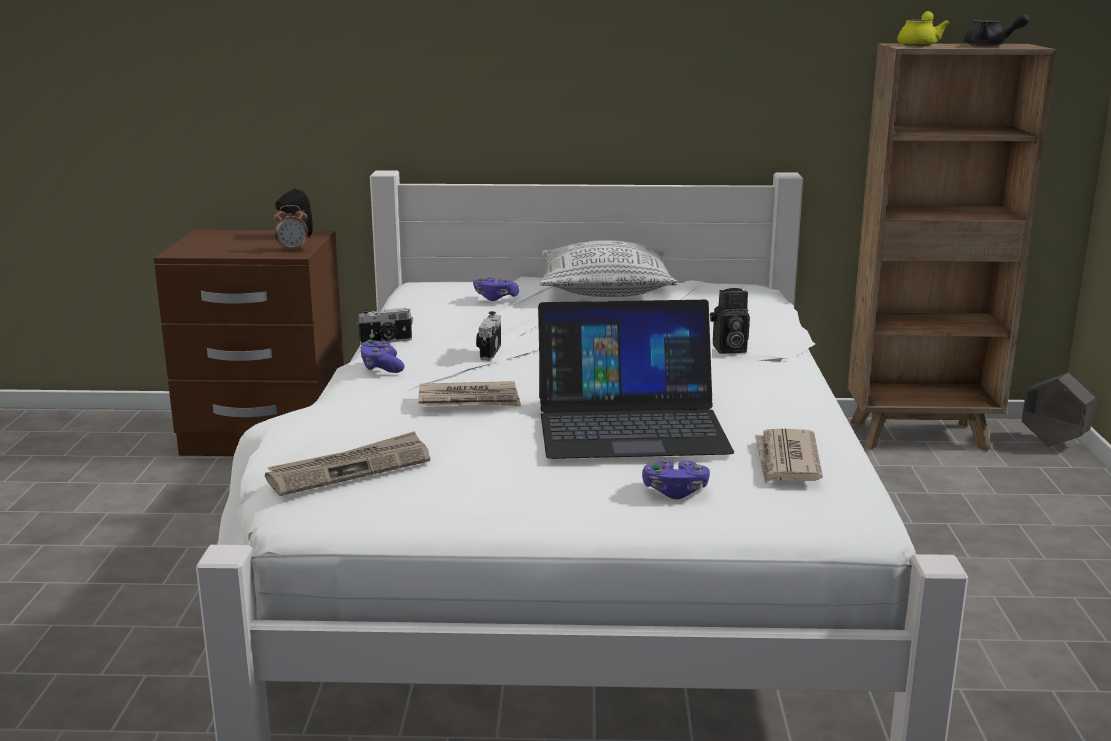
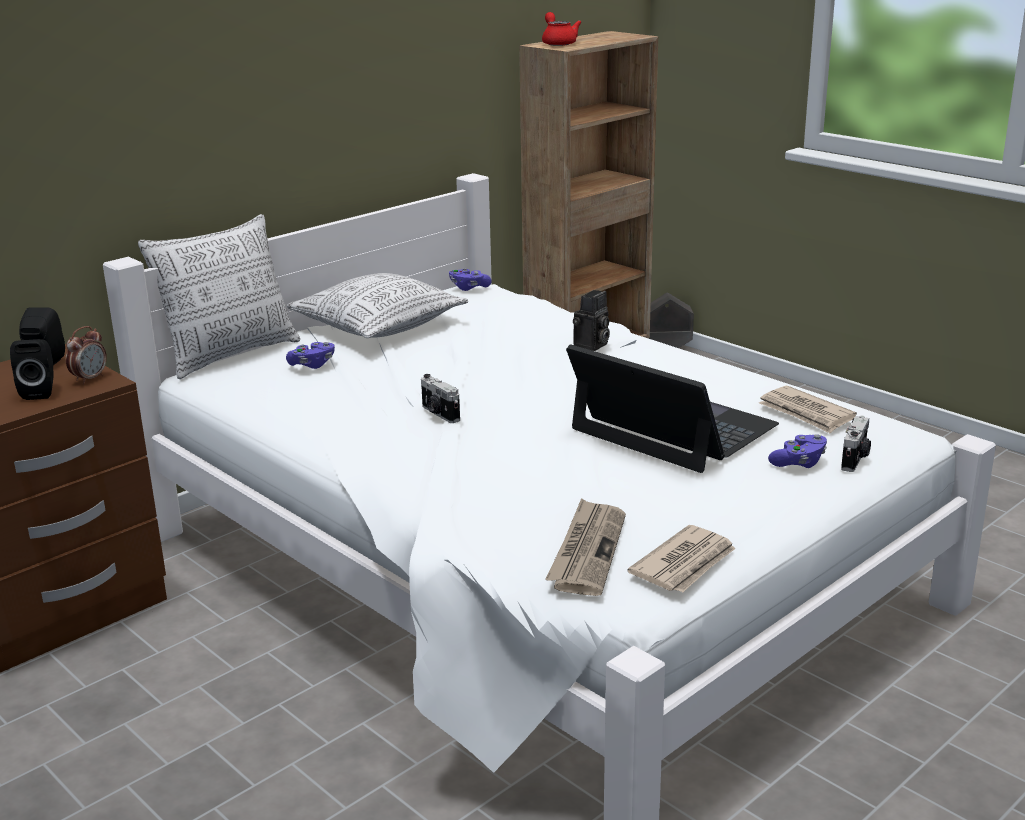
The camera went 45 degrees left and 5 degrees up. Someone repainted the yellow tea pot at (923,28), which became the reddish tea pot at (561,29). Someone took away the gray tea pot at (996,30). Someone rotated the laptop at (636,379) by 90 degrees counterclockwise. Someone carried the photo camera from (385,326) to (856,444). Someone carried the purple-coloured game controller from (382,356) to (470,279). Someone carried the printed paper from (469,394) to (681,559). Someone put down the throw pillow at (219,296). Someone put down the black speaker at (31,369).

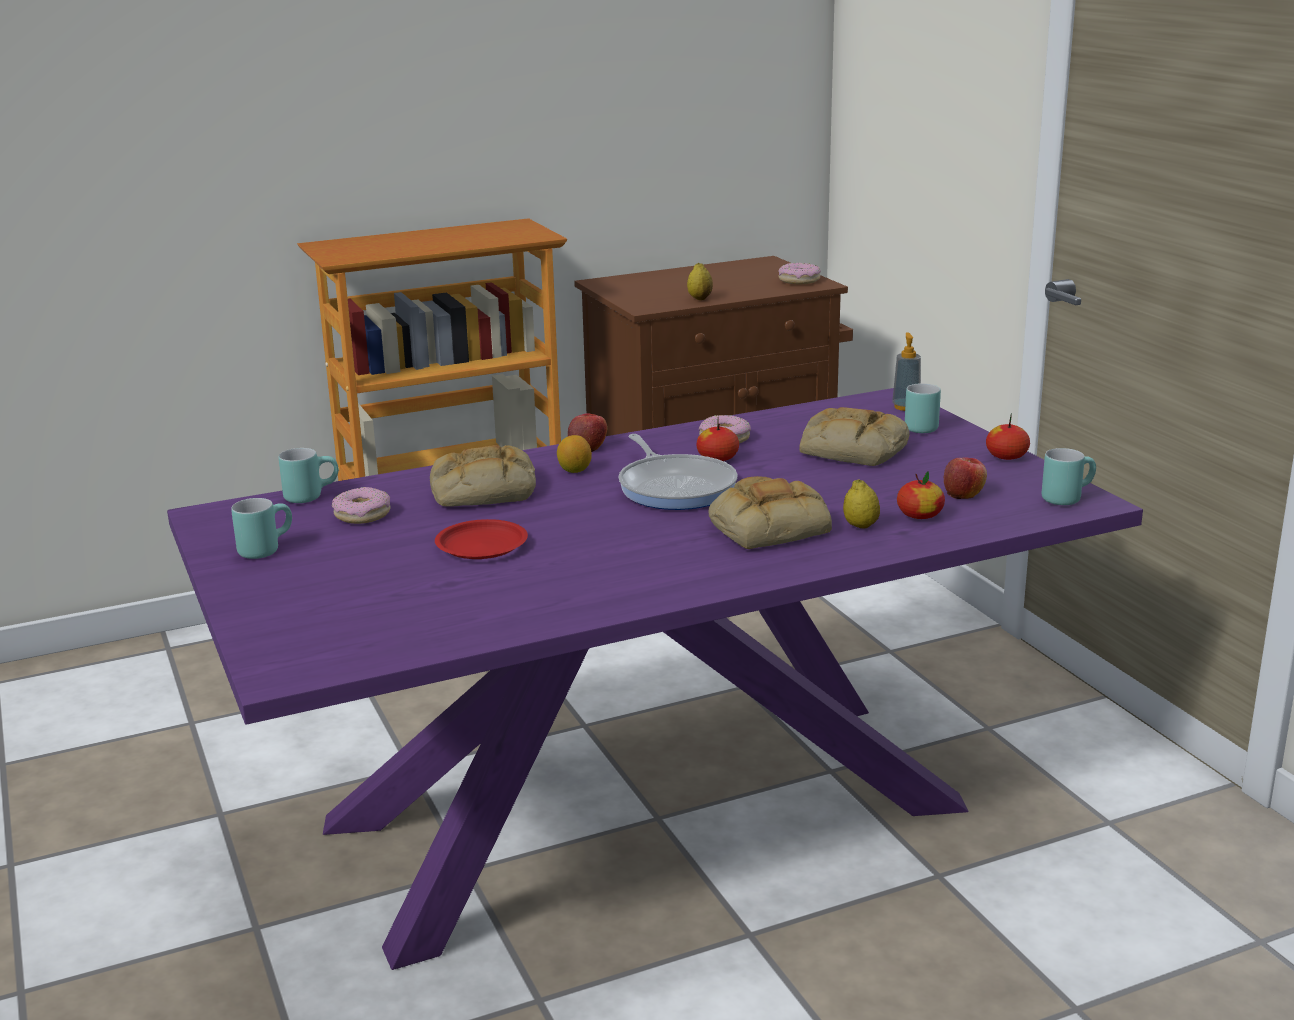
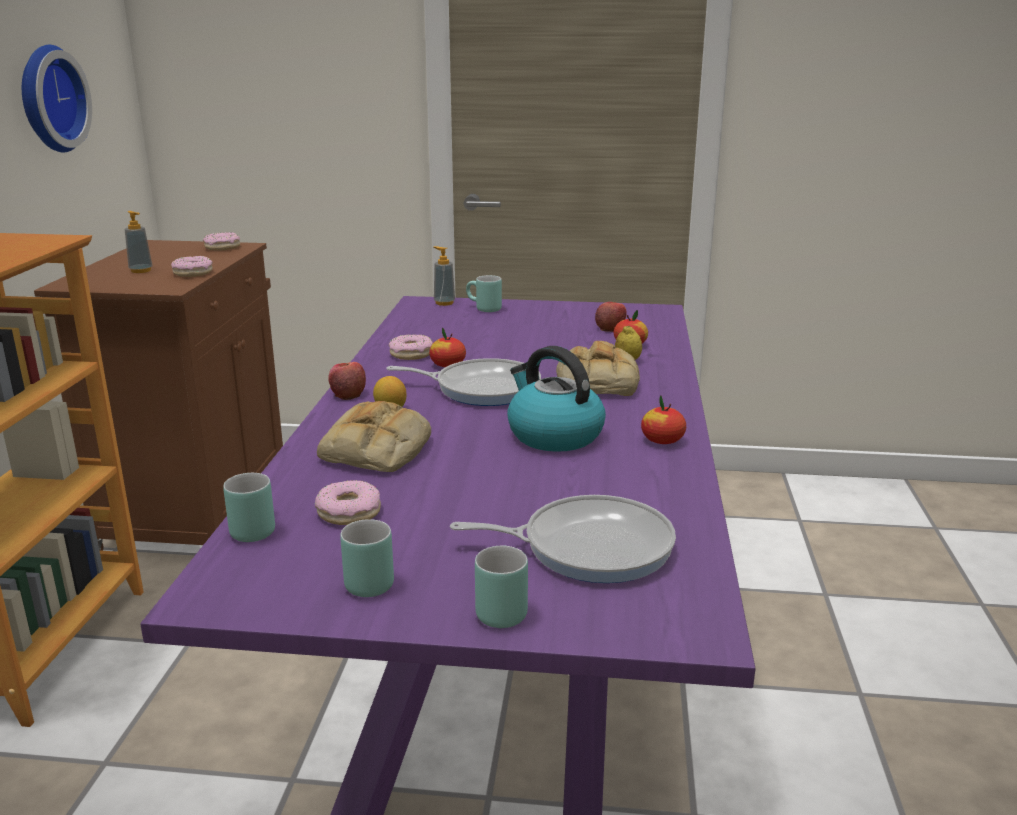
The camera went 60 degrees left and 0 degrees up. Someone swapped the lemon at (700,281) for the donut at (192,266). Someone took away the bakery bread at (854,436). Someone carried the apple from (1008,436) to (663,419). Someone carried the blue-green mug from (1069,476) to (501,586). Someone took away the reddish plate at (481,539). Someone put up the hanging clock at (57,99). Someone put down the liquid soap bottle at (138,242). Someone put down the water kettle at (556,399). Someone put down the skillet at (563,539).

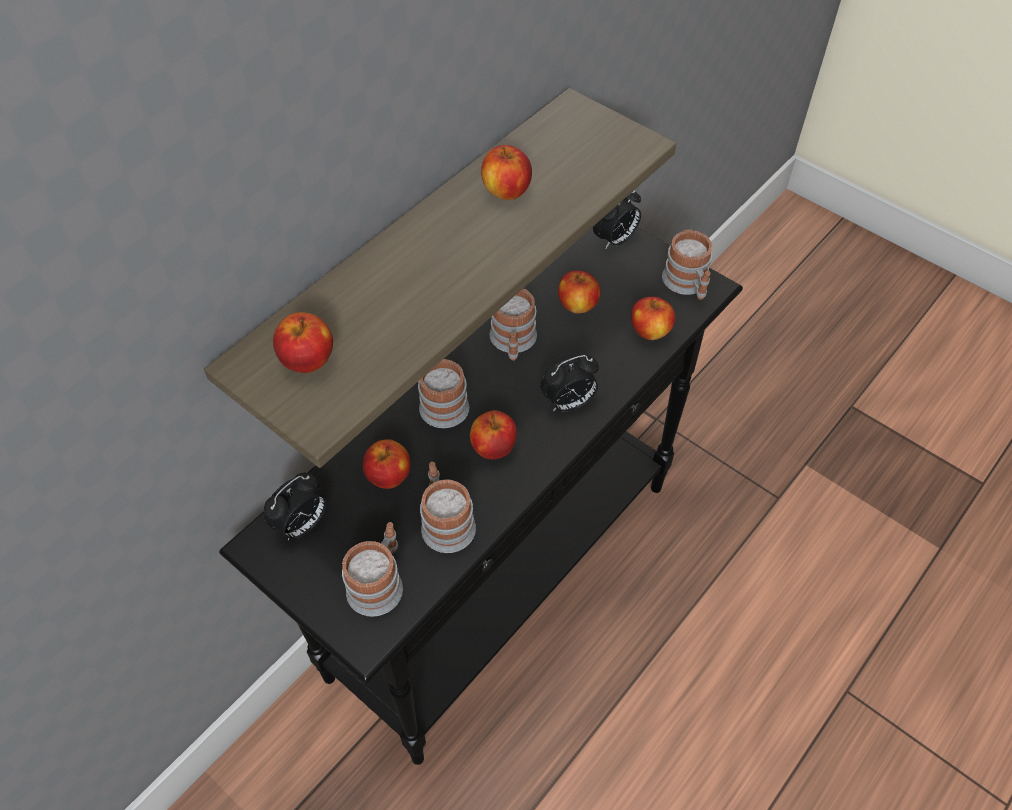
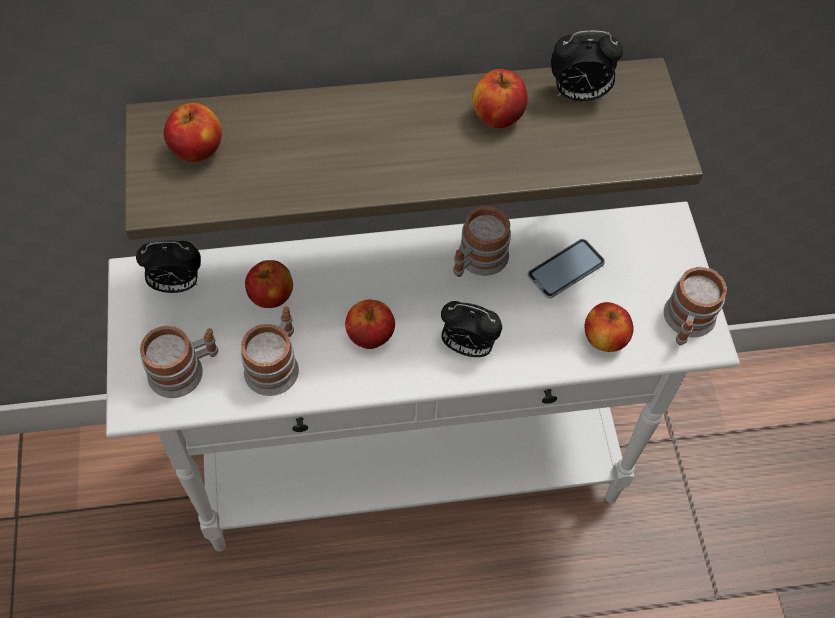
The camera went 40 degrees right and 5 degrees up. Someone carried the table clock from (617,219) to (587,66). Someone repainted the black hall table at (481,496), which became the white-coloured hall table at (423,377). Someone swapped the apple at (579,292) for the phone at (566,269). Someone took away the mug at (443,393).

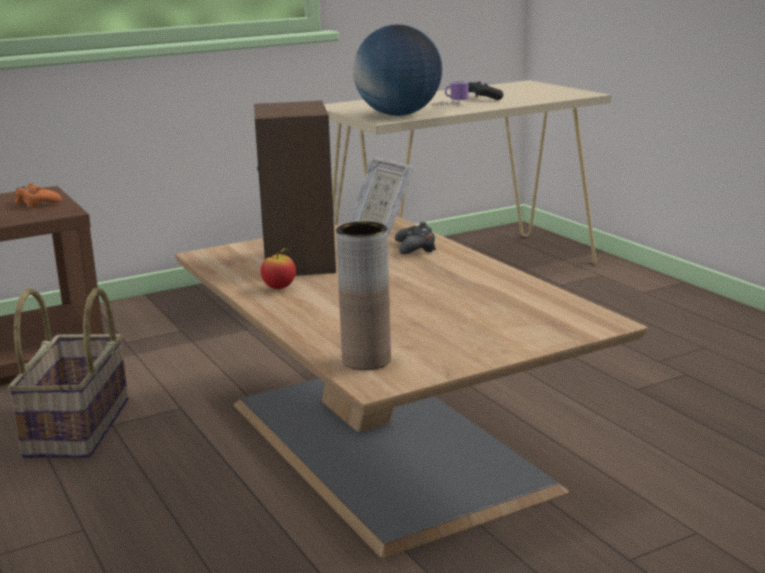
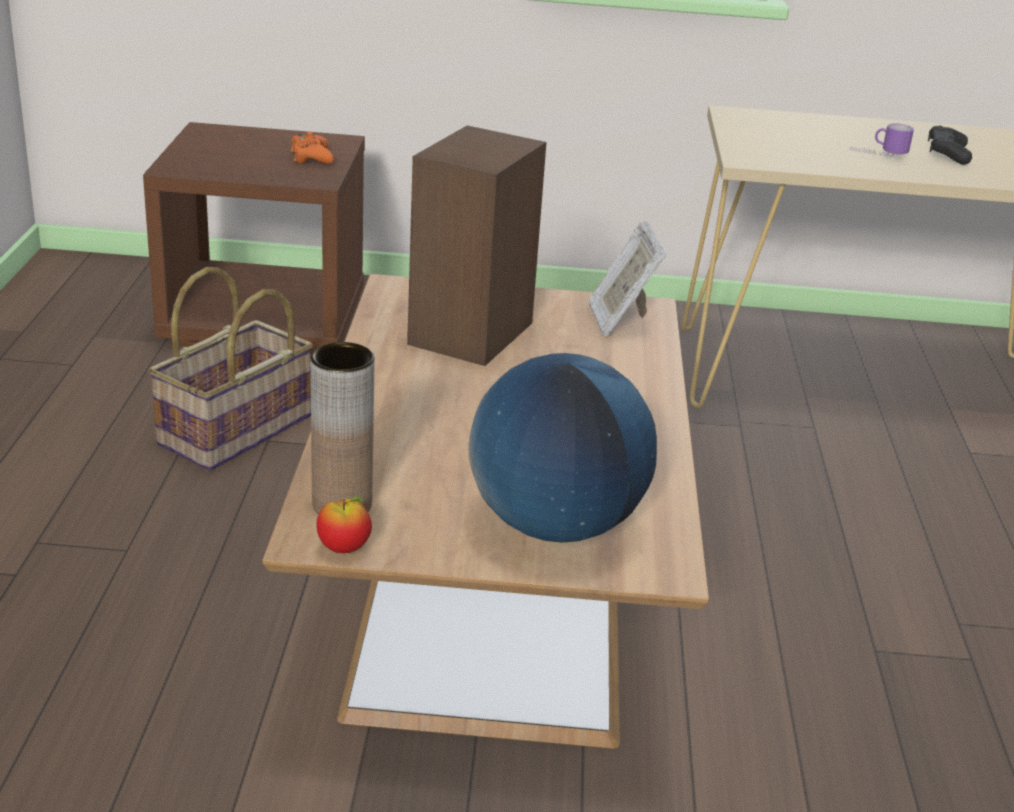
The camera went 30 degrees right and 10 degrees up. Someone carried the desk globe from (397,70) to (562,448). Someone took away the black game controller at (415,238). Someone carried the apple from (278,268) to (344,524).

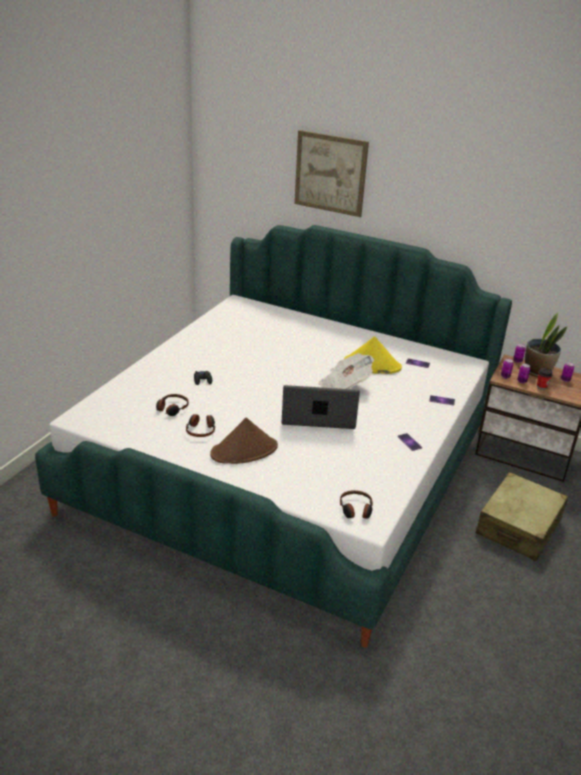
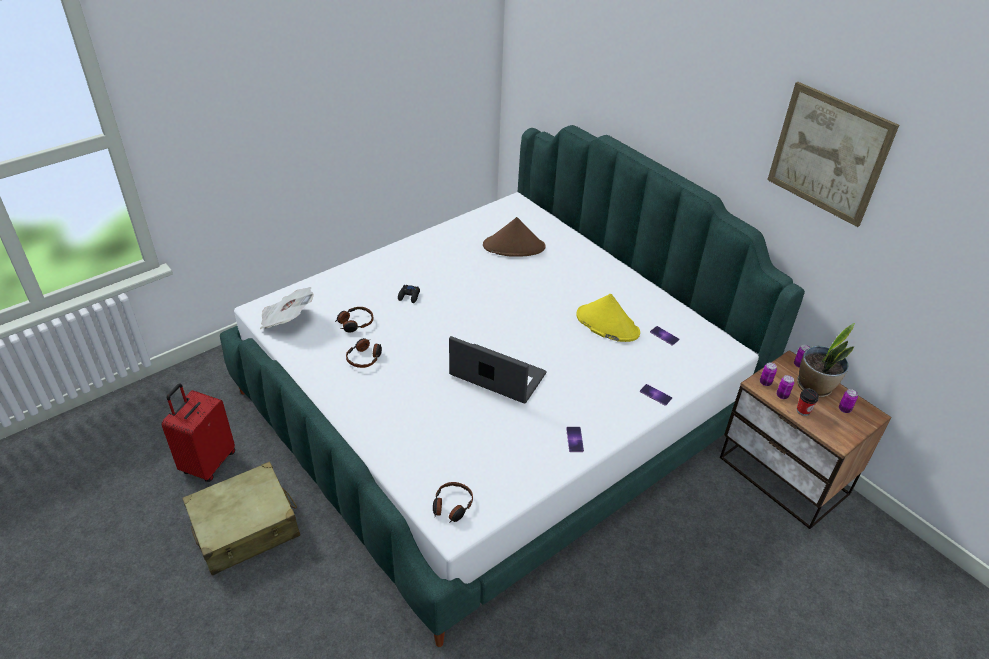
The camera went 25 degrees right and 10 degrees up. Someone carried the wall picture from (331,173) to (833,154). Someone carried the printed paper from (346,371) to (287,308). Someone carried the brown hat from (244,441) to (514,237). Someone carried the beige travel case from (522,516) to (241,518). Someone put down the reddish travel case at (198,432).

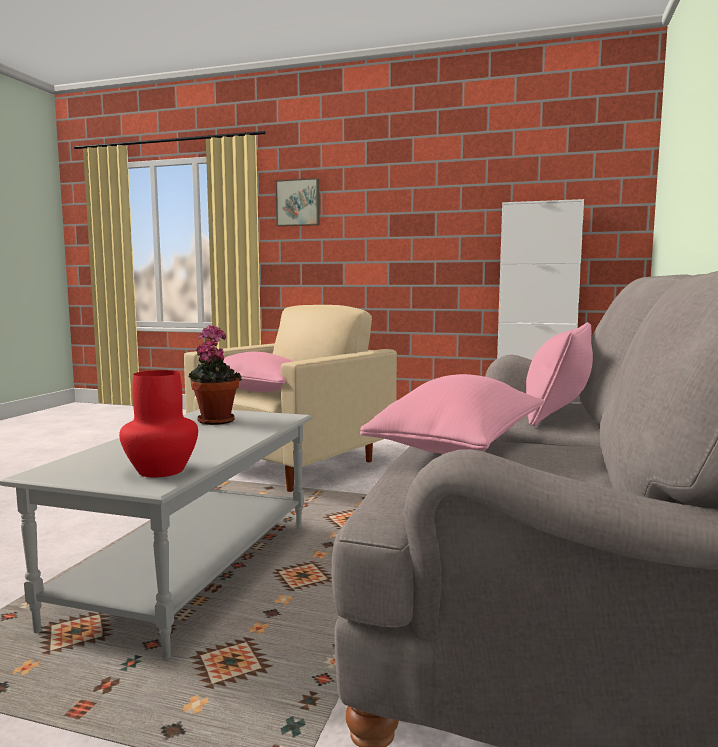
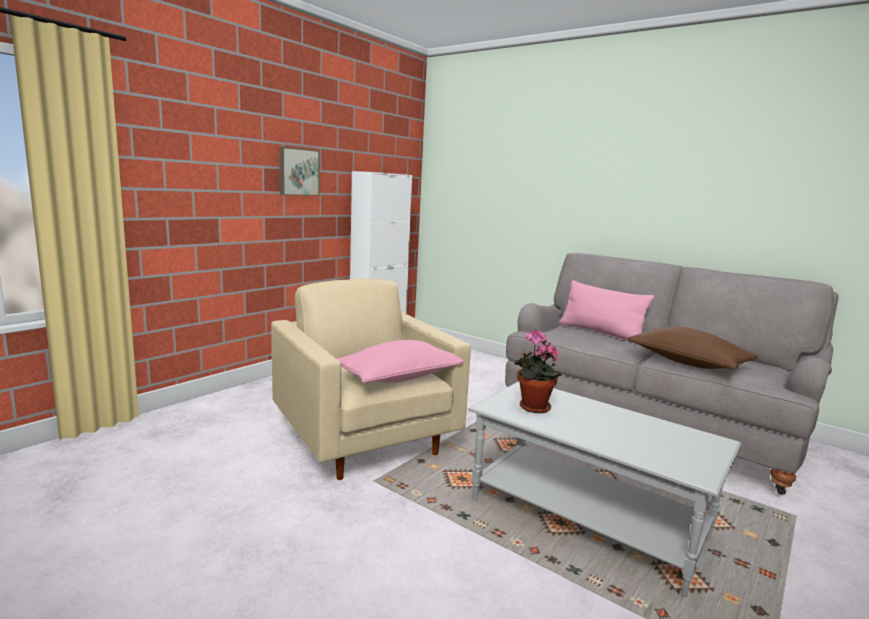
The camera went 70 degrees left and 5 degrees up. Someone carried the wall picture from (297,202) to (299,171). Someone took away the reddish flower vase at (158,424). Someone repainted the pink throw pillow at (452,414), which became the brown throw pillow at (692,348).

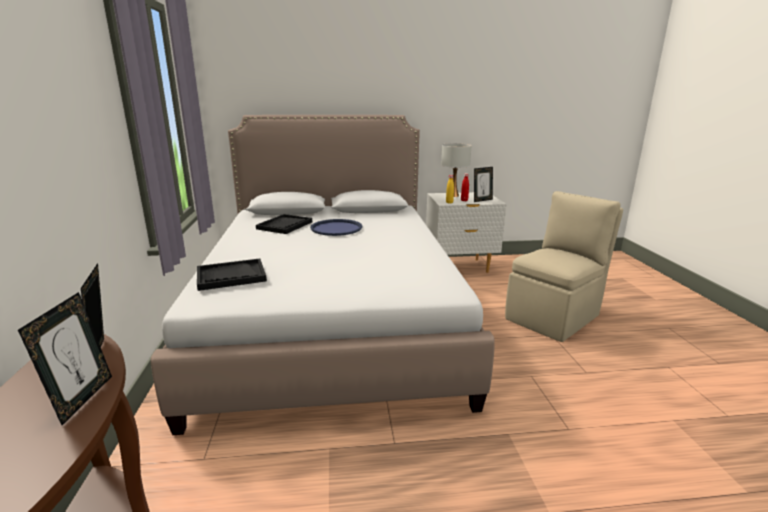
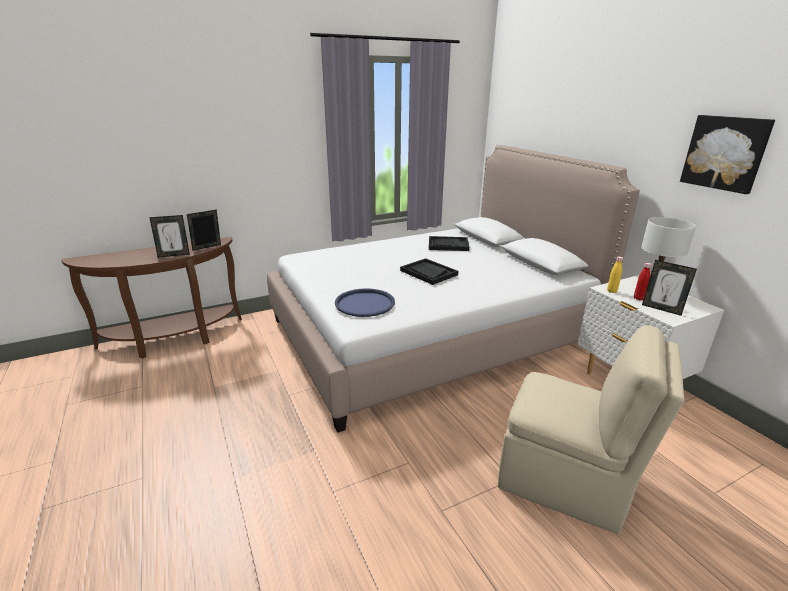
The camera went 70 degrees right and 5 degrees up. Someone carried the blue carrying tray from (336,227) to (365,302). Someone carried the black carrying tray from (232,274) to (429,271). Someone put up the wall picture at (727,154).

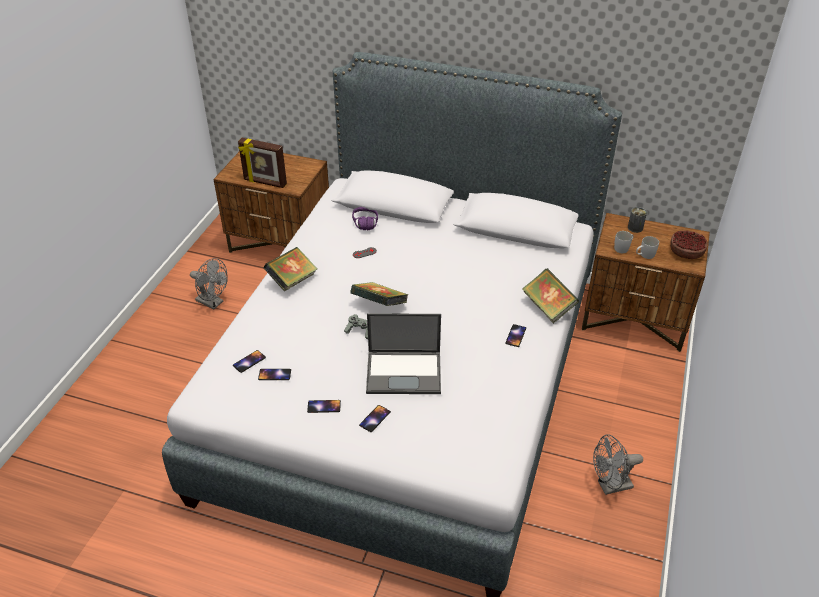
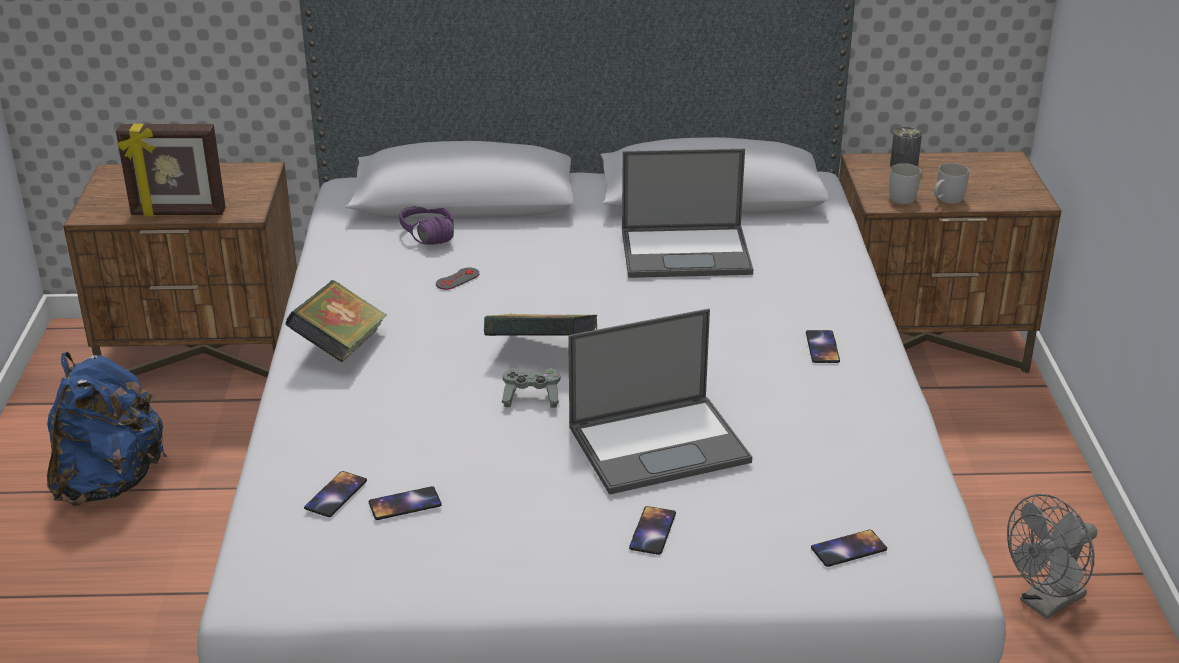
The camera went 20 degrees left and 10 degrees down. Someone took away the deep dish at (689,244). Someone swapped the gray electric fan at (209,283) for the blue rucksack at (107,429). Someone took away the bound book at (551,295). Someone carried the phone from (324,406) to (849,548). Someone put down the laptop at (687,213).

